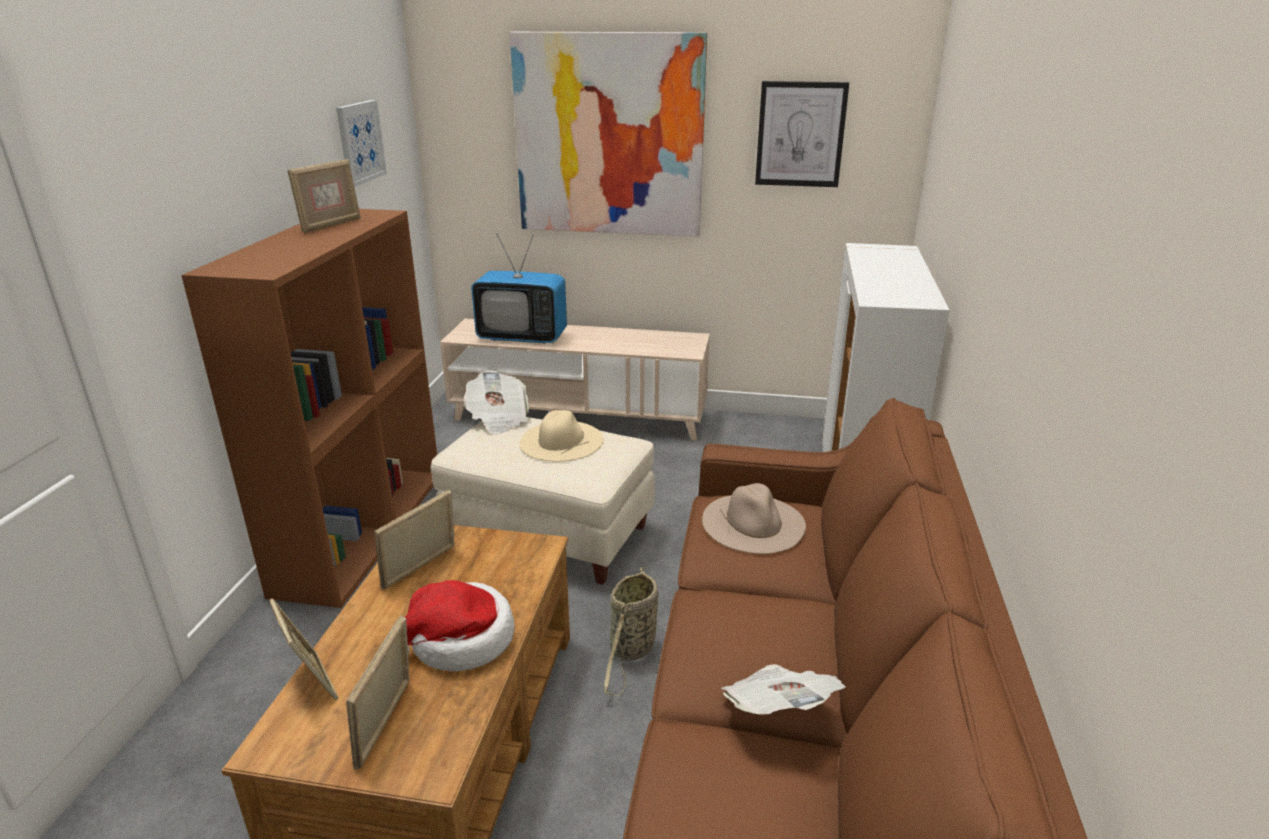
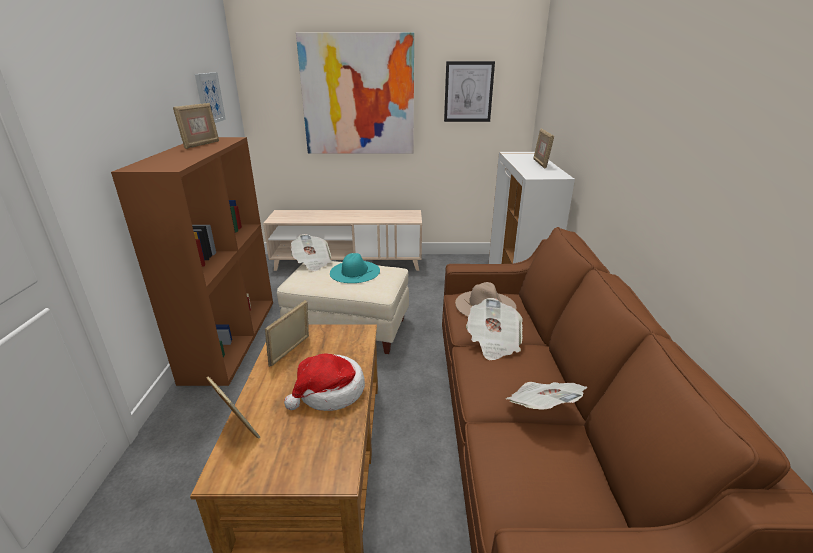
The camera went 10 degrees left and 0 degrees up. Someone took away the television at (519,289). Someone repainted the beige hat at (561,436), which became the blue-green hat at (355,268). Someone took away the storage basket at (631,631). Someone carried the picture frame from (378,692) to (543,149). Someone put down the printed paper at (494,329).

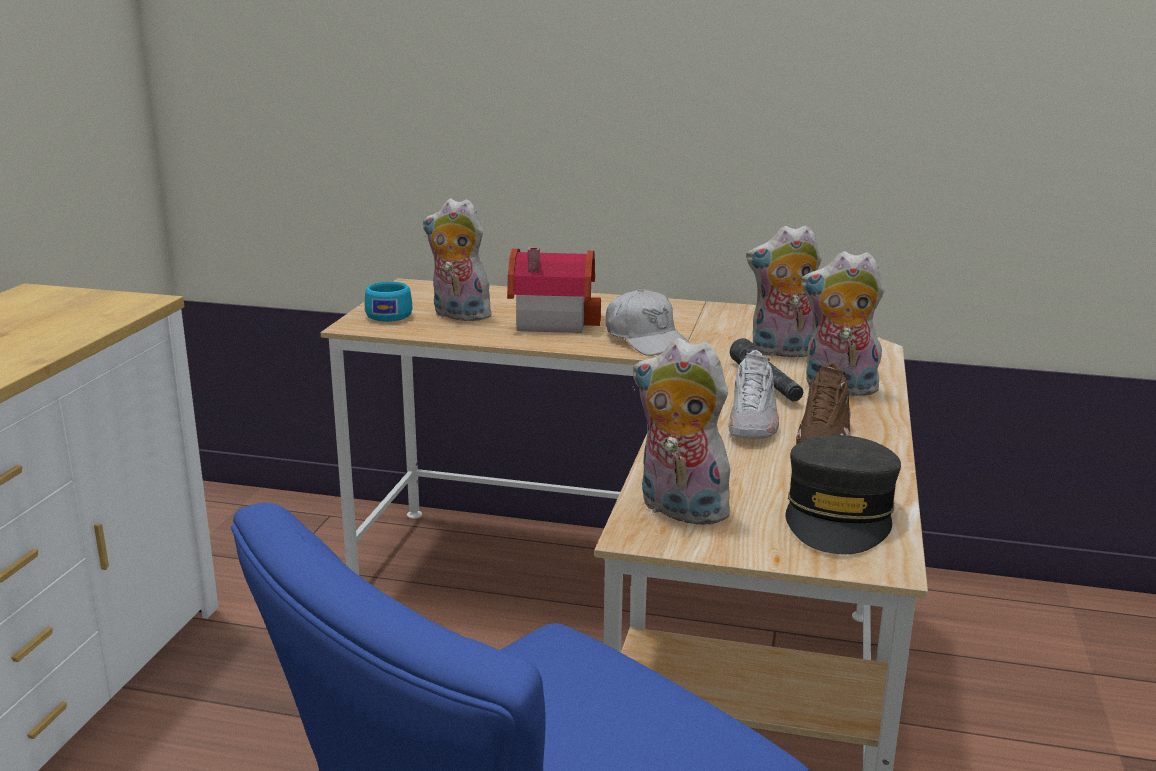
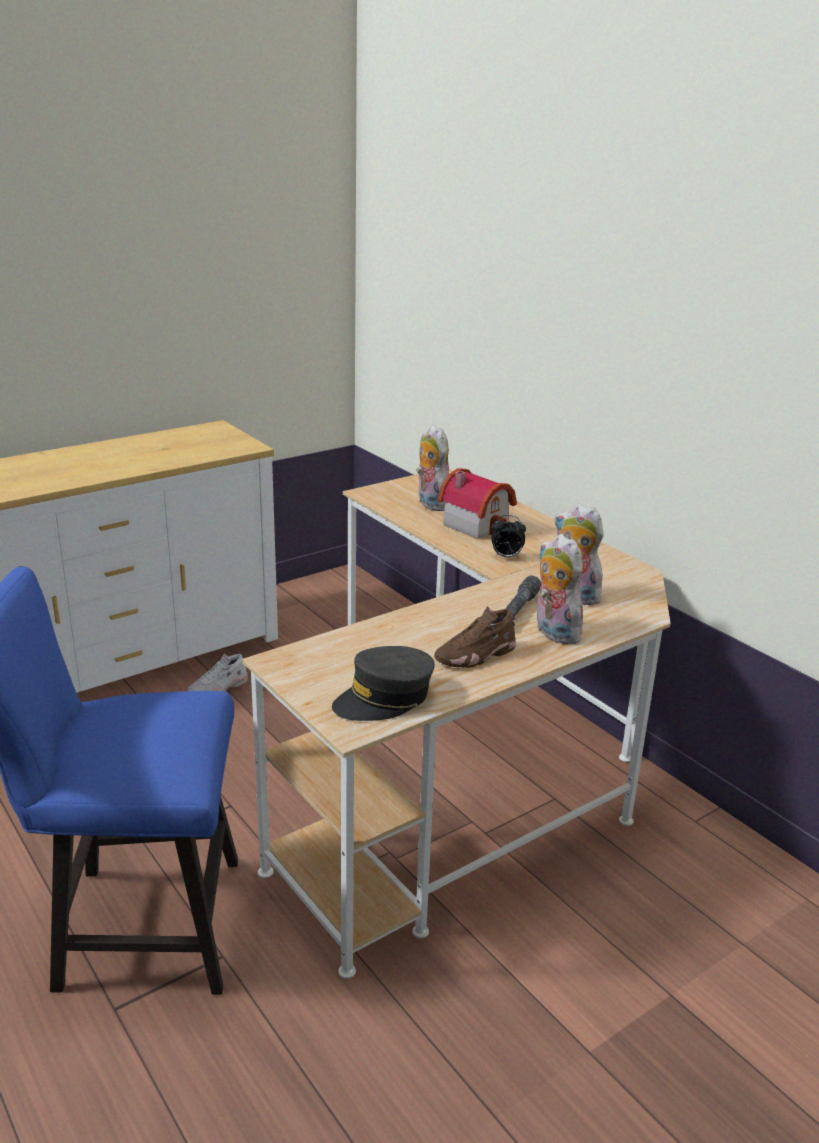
The camera went 40 degrees right and 5 degrees up. Someone took away the blue-green small cup at (388,302). Someone swapped the white-coloured peaked cap at (648,322) for the table clock at (508,537). Someone took away the cuddly toy at (685,432). Someone carried the white-coloured shoe from (753,394) to (218,672).

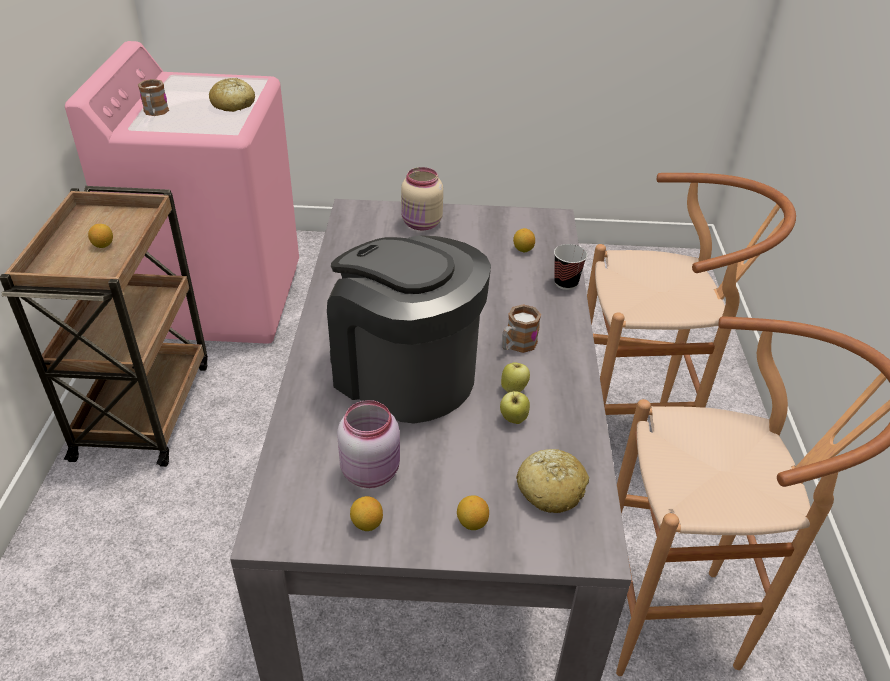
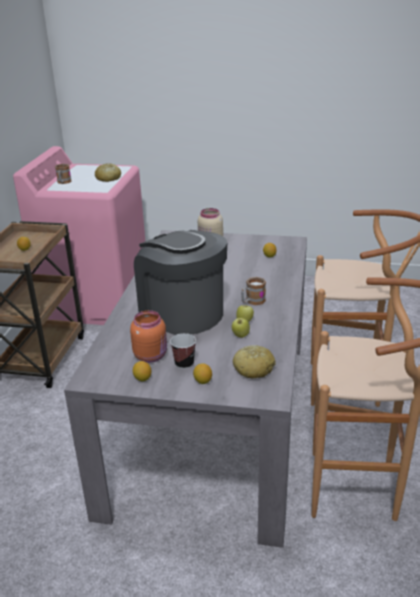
The camera went 10 degrees right and 10 degrees down. Someone carried the small cup from (570,267) to (183,351). Someone repainted the pink jar at (368,444), which became the orange jar at (148,336).

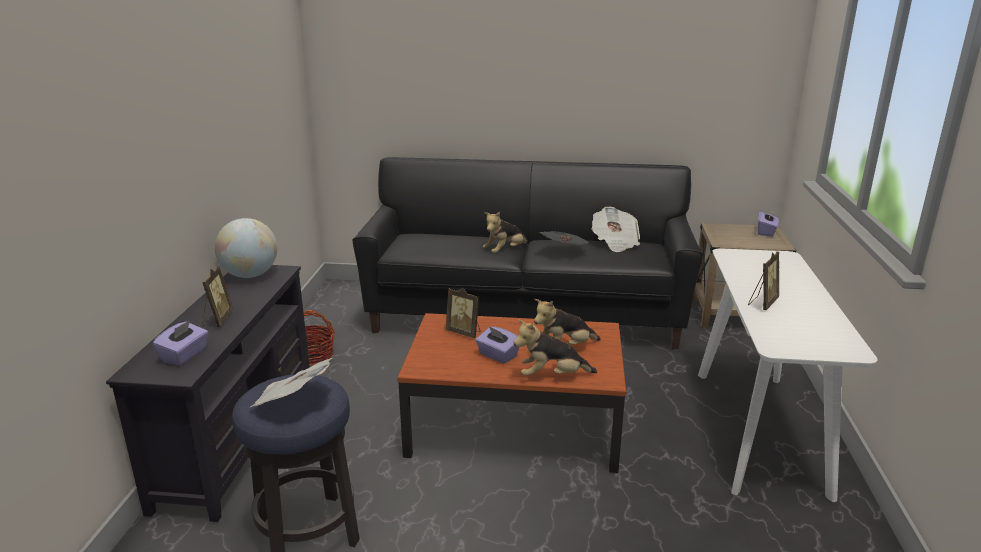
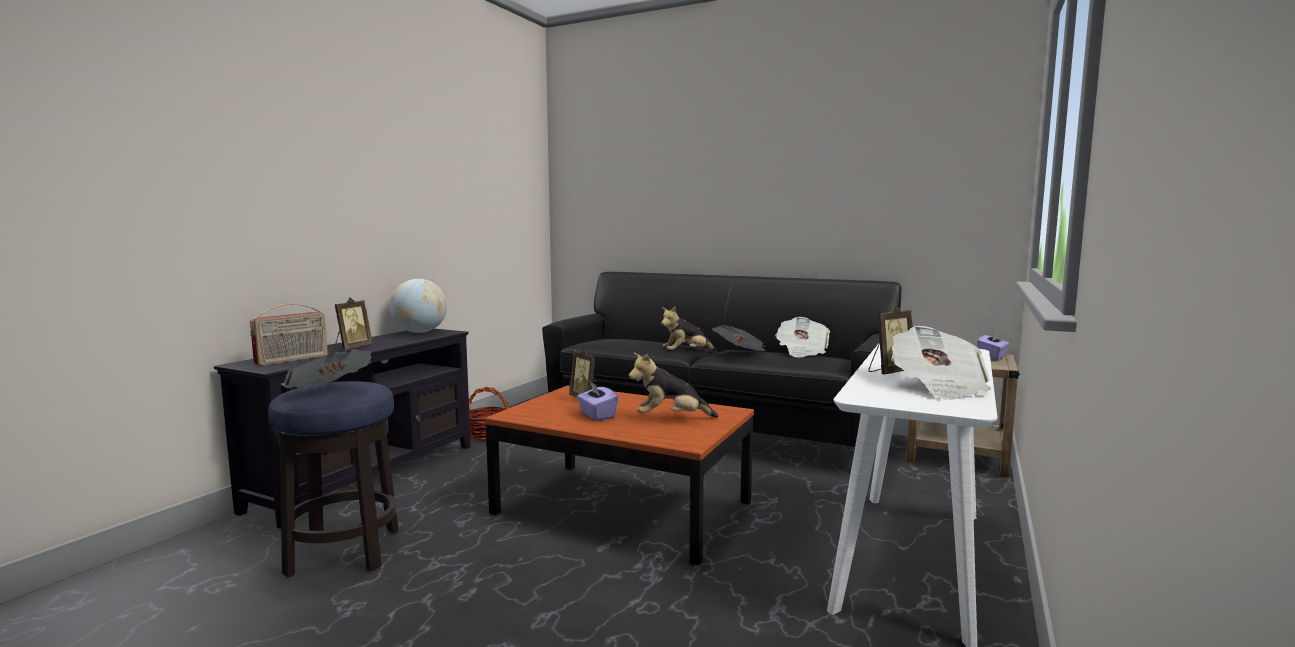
The camera went 20 degrees right and 15 degrees down. Someone took away the cuddly toy at (555,347). Someone swapped the purple-coloured box of tissues at (180,342) for the radio at (289,335). Someone put down the printed paper at (941,363).

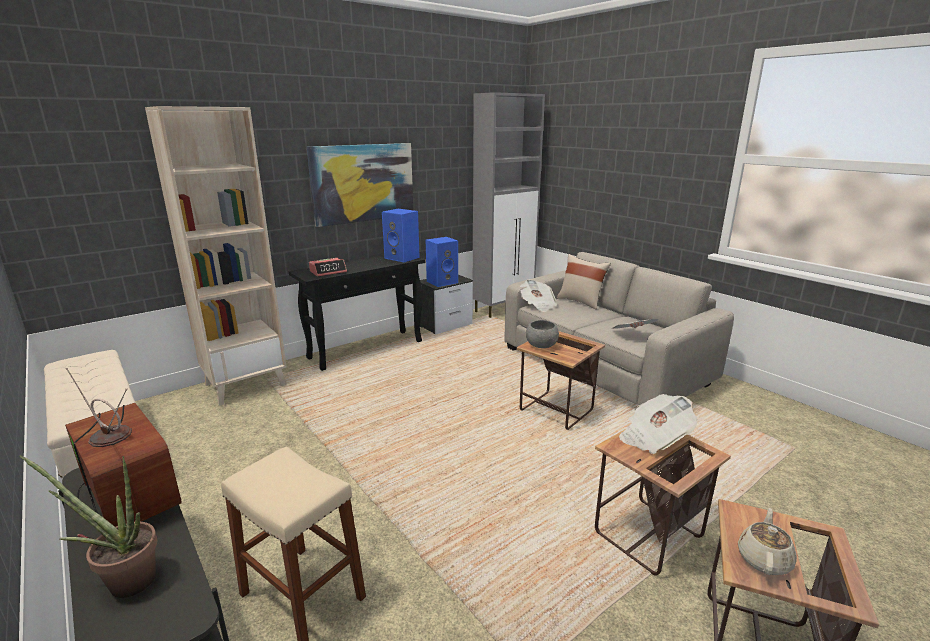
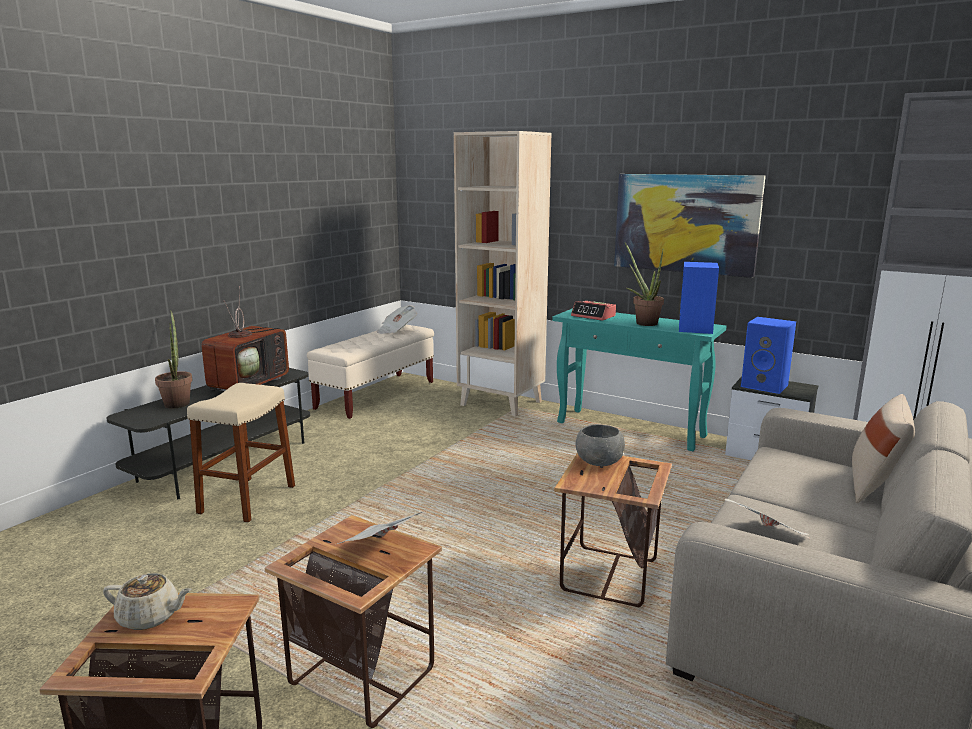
The camera went 70 degrees right and 5 degrees down. Someone repainted the black hall table at (357,313), which became the blue-green hall table at (639,379). Someone carried the printed paper from (538,295) to (397,319). Someone put down the potted plant at (644,284).

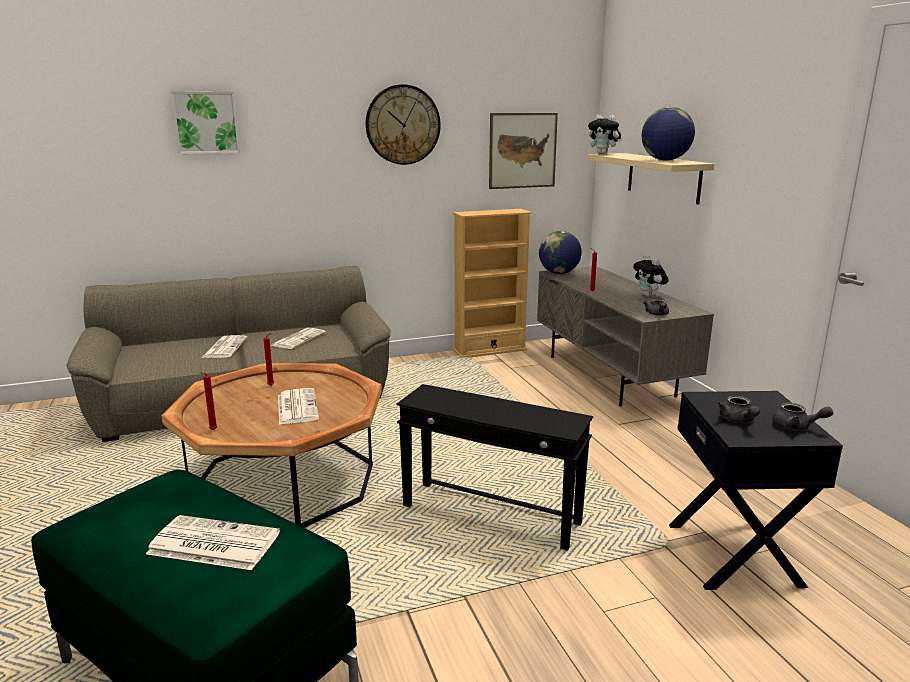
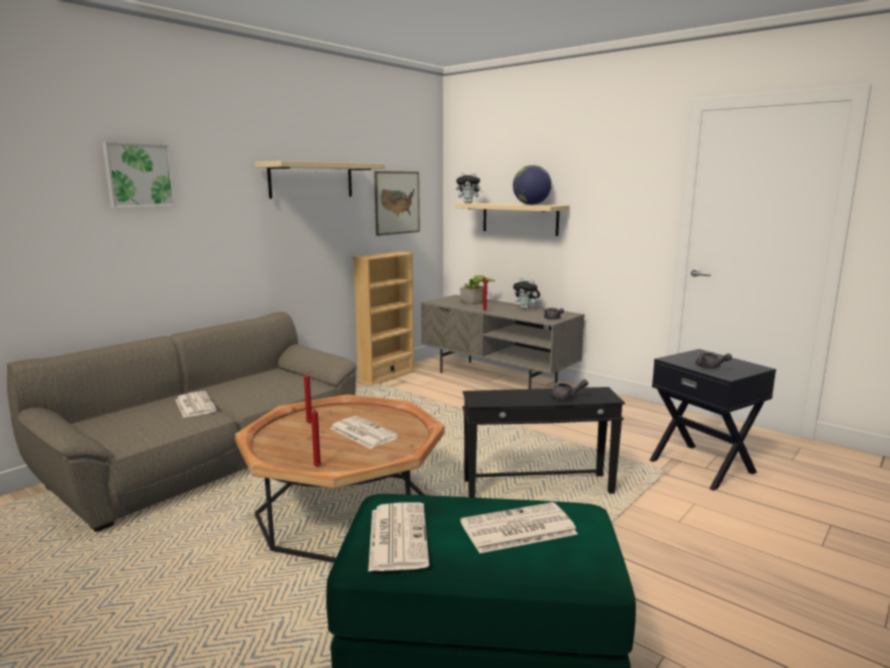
The camera went 30 degrees left and 5 degrees down. Someone swapped the hanging clock at (403,124) for the beige bracket shelf at (320,180). Someone took away the desk globe at (560,252). Someone carried the printed paper from (298,338) to (398,537). Someone carried the gray tea pot from (802,417) to (569,389). Someone put down the potted plant at (477,290).

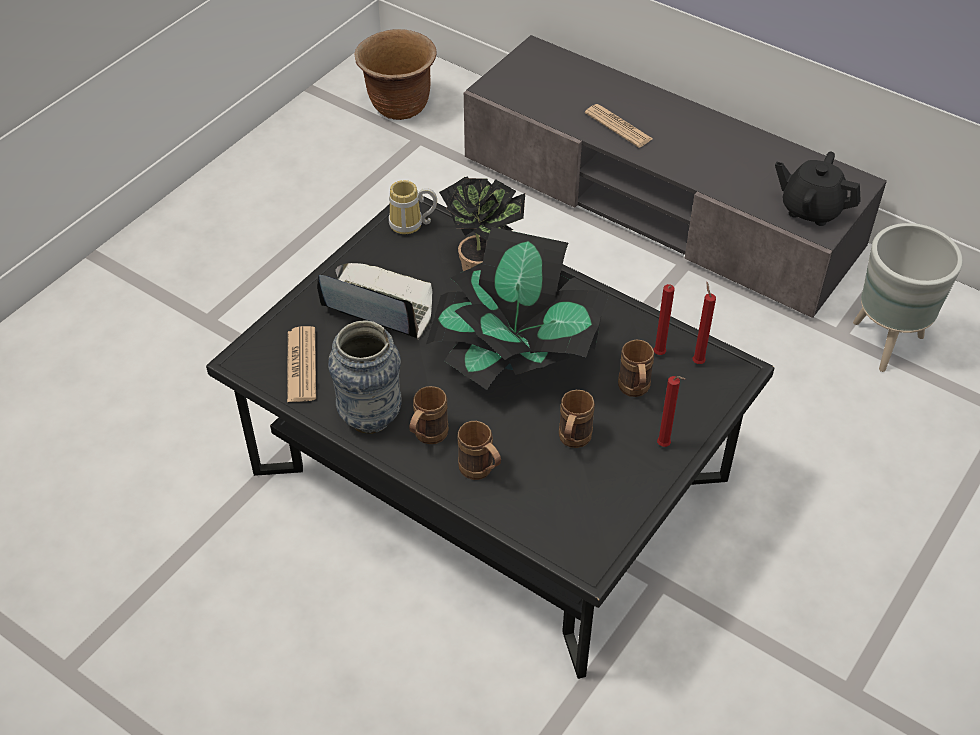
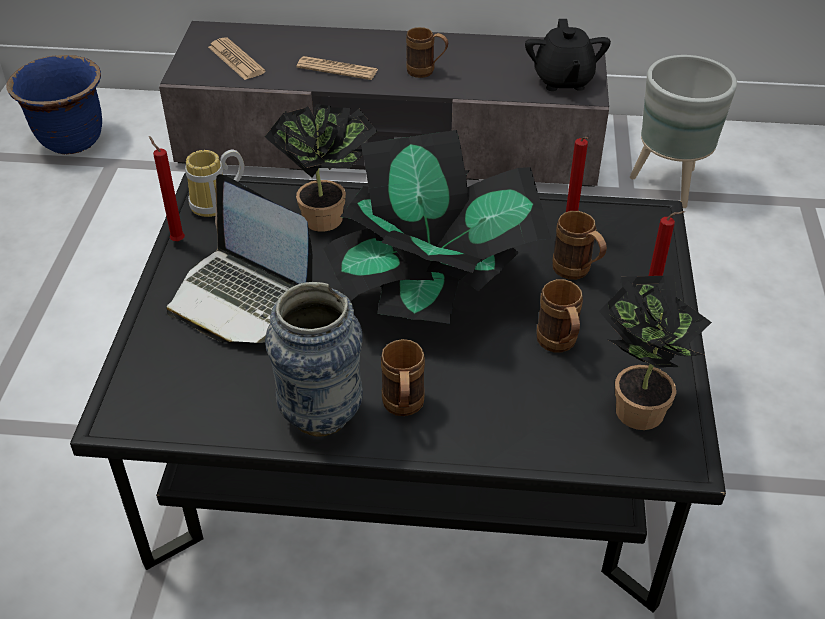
The camera went 30 degrees left and 5 degrees down. Someone repainted the brown plant pot at (396,74), which became the blue plant pot at (54,105). Someone rotated the black tea pot at (818,189) by 90 degrees counterclockwise. Someone rotated the laptop at (374,301) by 135 degrees counterclockwise. Someone carried the reddish wax light from (704,323) to (167,188). Someone carried the printed paper from (301,364) to (236,58). Someone carried the brown mug from (479,450) to (427,52). Someone put down the potted plant at (655,352).

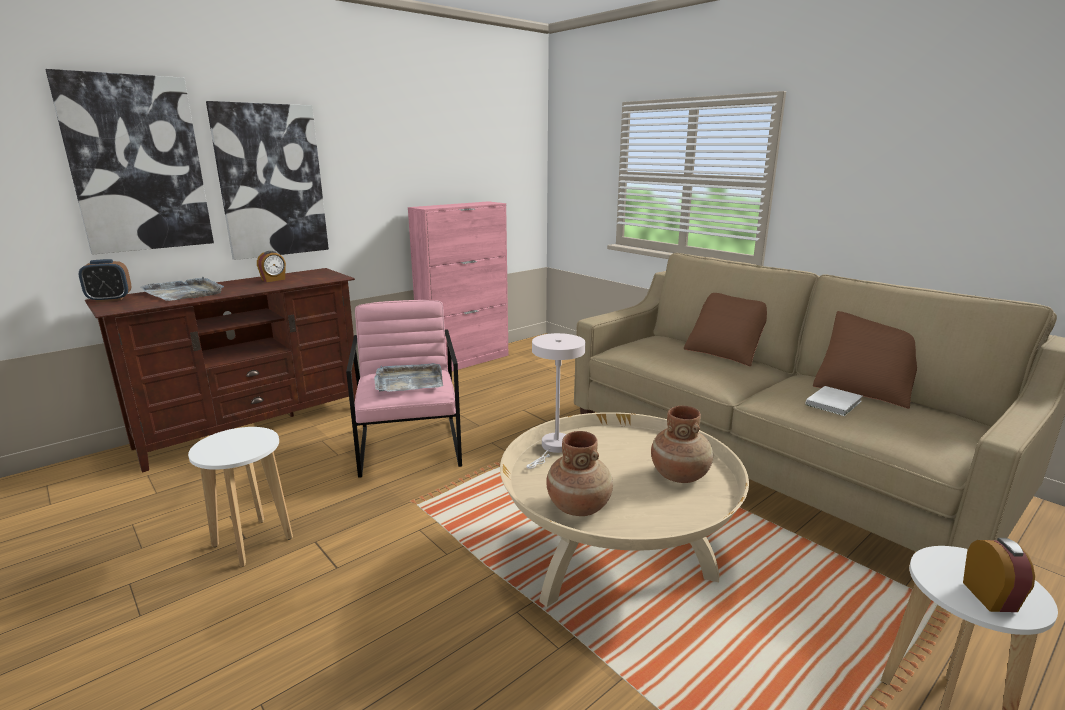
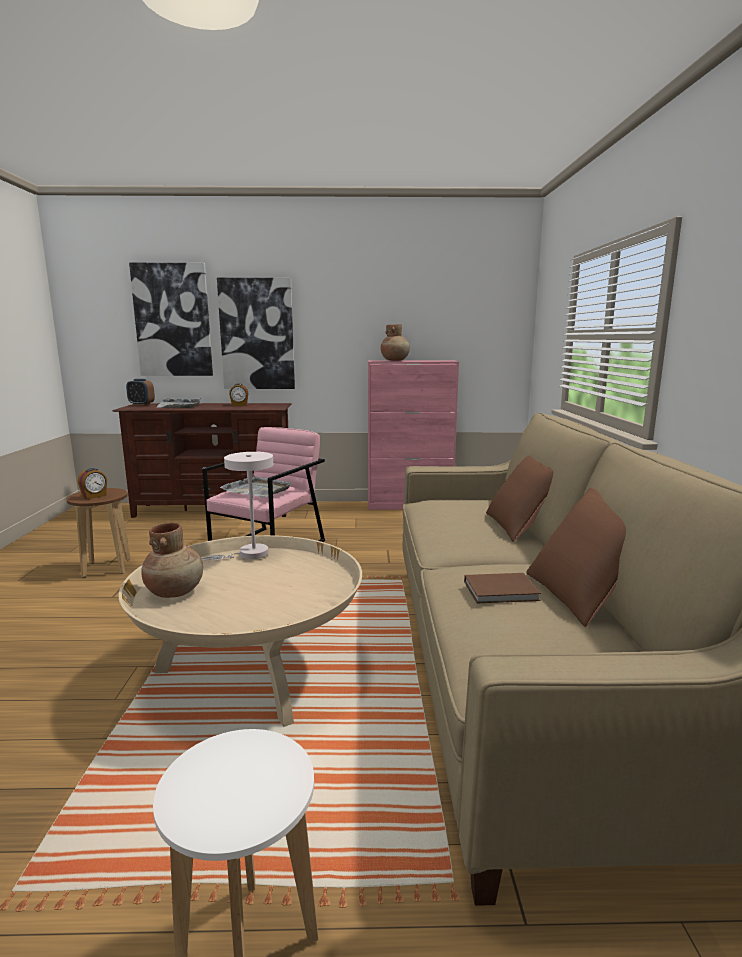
The camera went 40 degrees right and 5 degrees down. Someone repainted the white-coloured bound book at (834,401), which became the brown bound book at (502,588). Someone carried the brown flower vase from (682,444) to (395,342). Someone repainted the white-coloured stool at (240,497), which became the brown stool at (98,533). Someone carried the table clock from (999,575) to (92,484).

